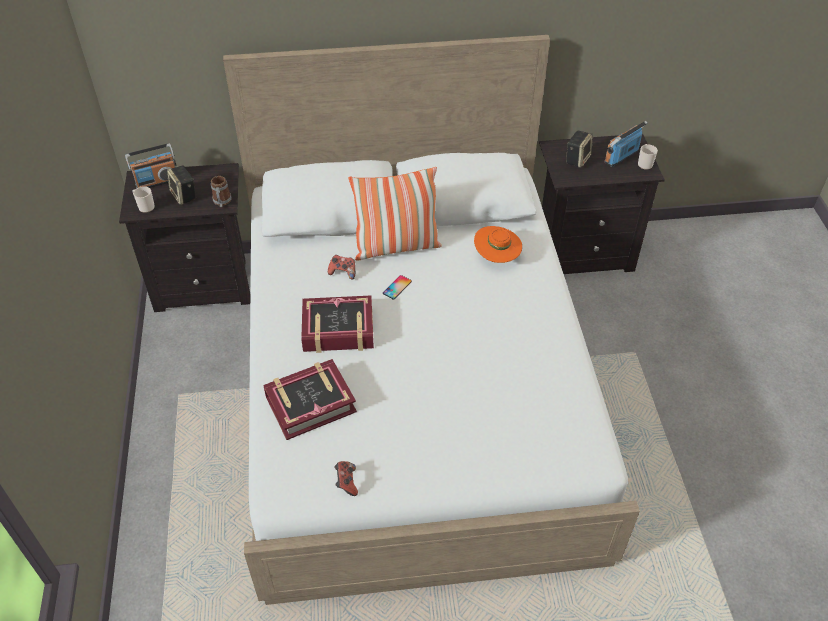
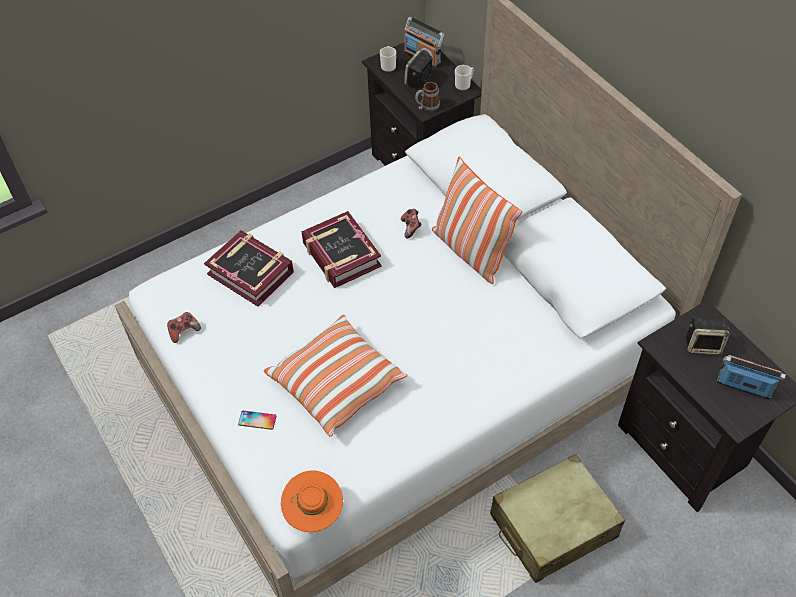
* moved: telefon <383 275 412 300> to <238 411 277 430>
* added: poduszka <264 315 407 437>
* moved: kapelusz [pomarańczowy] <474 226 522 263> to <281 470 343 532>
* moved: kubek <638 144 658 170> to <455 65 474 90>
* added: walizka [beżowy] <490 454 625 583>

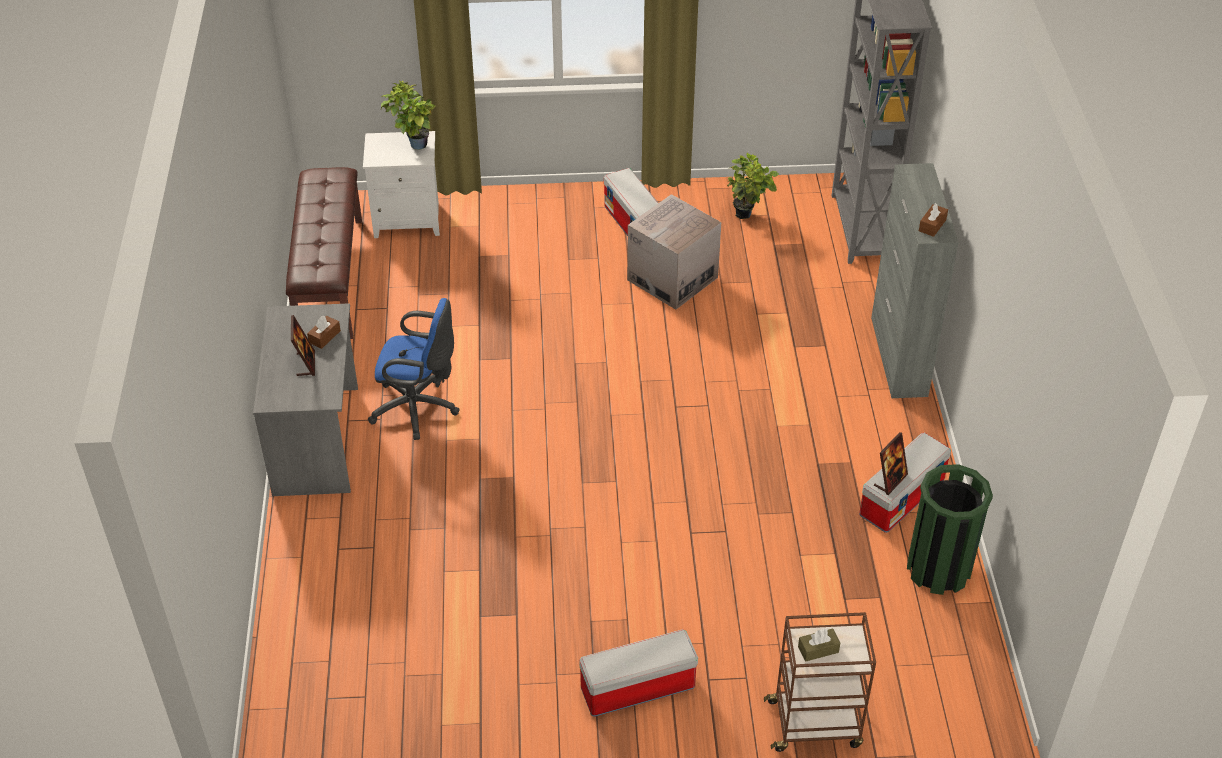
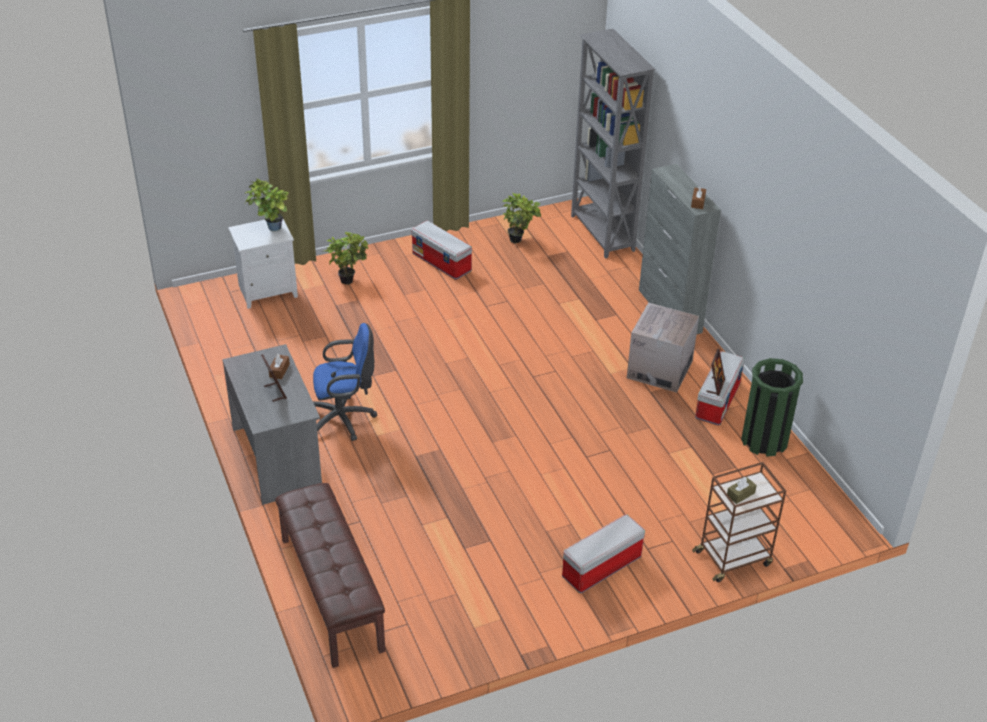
* moved: ławka [brązowy] <286 167 362 339> to <275 483 385 668>
* added: roślina doniczkowa <322 232 368 285>
* moved: karton <627 194 721 310> to <627 302 699 392>

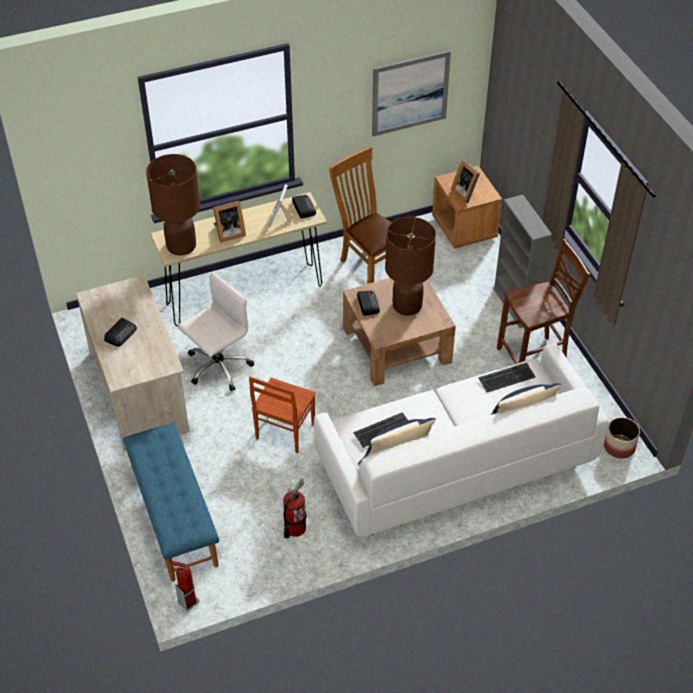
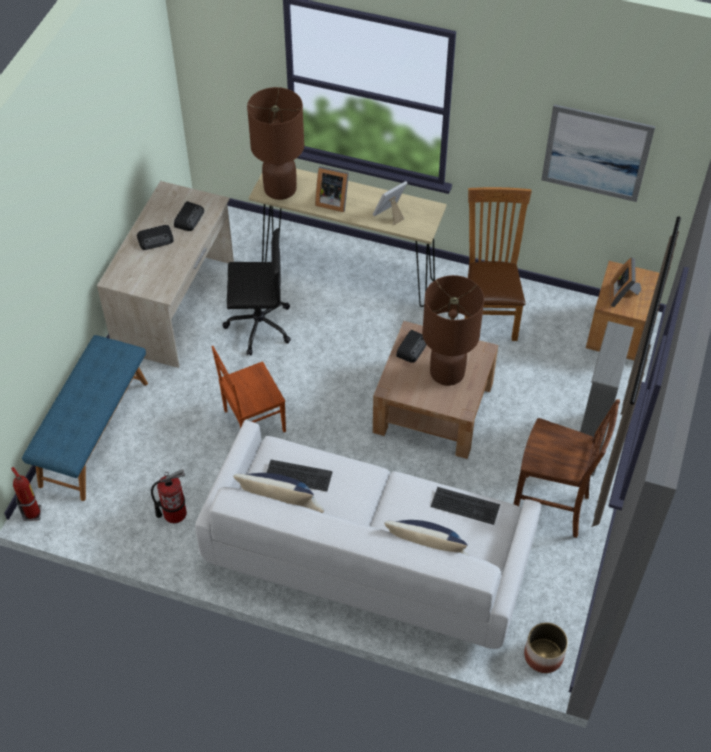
* moved: radio <292 195 316 219> to <174 201 204 231>
* recoloured: krzesło biurowe [biały] <178 271 254 391> to krzesło biurowe [czarny] <223 228 291 355>

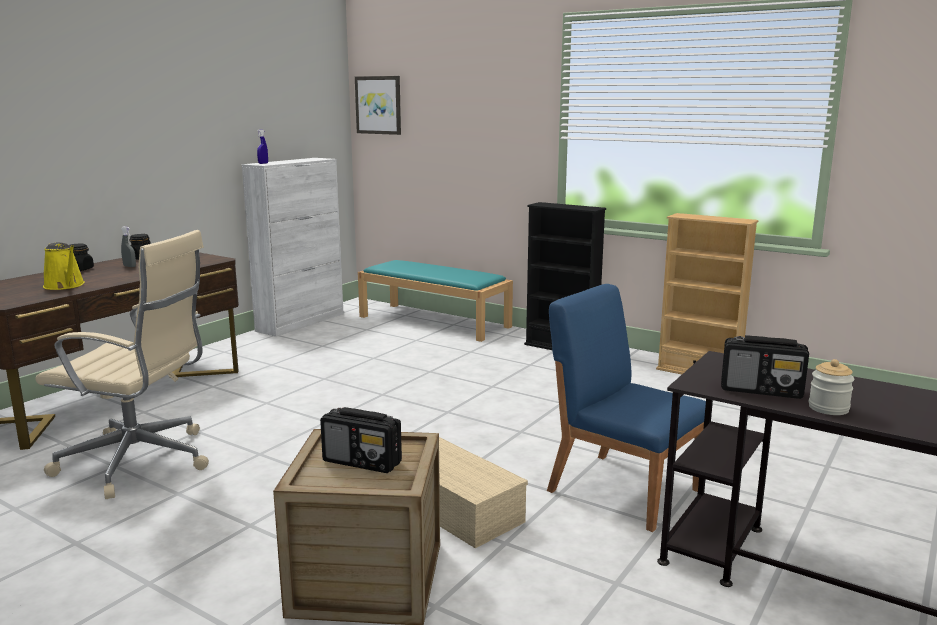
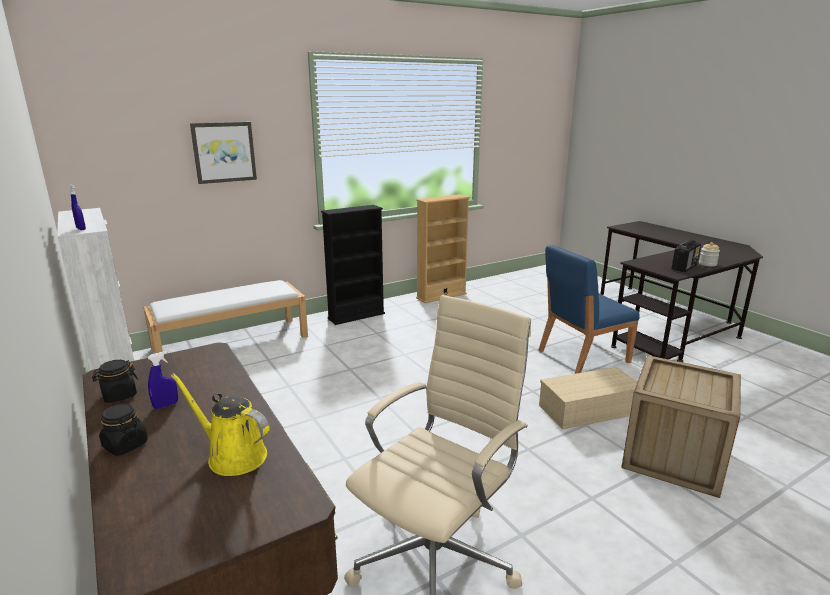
* recoloured: ławka [turkusowy] <358 260 513 342> to ławka [biały] <144 280 308 353>
* recoloured: spryskiwacz [szary] <121 227 136 267> to spryskiwacz [niebieski] <148 351 178 409>
* turned: konewka [żółty] <43 242 84 290> = <171 373 270 476> 135 degrees counterclockwise
* moved: obraz <355 76 401 135> to <190 122 257 184>
* removed: radio <320 407 402 473>

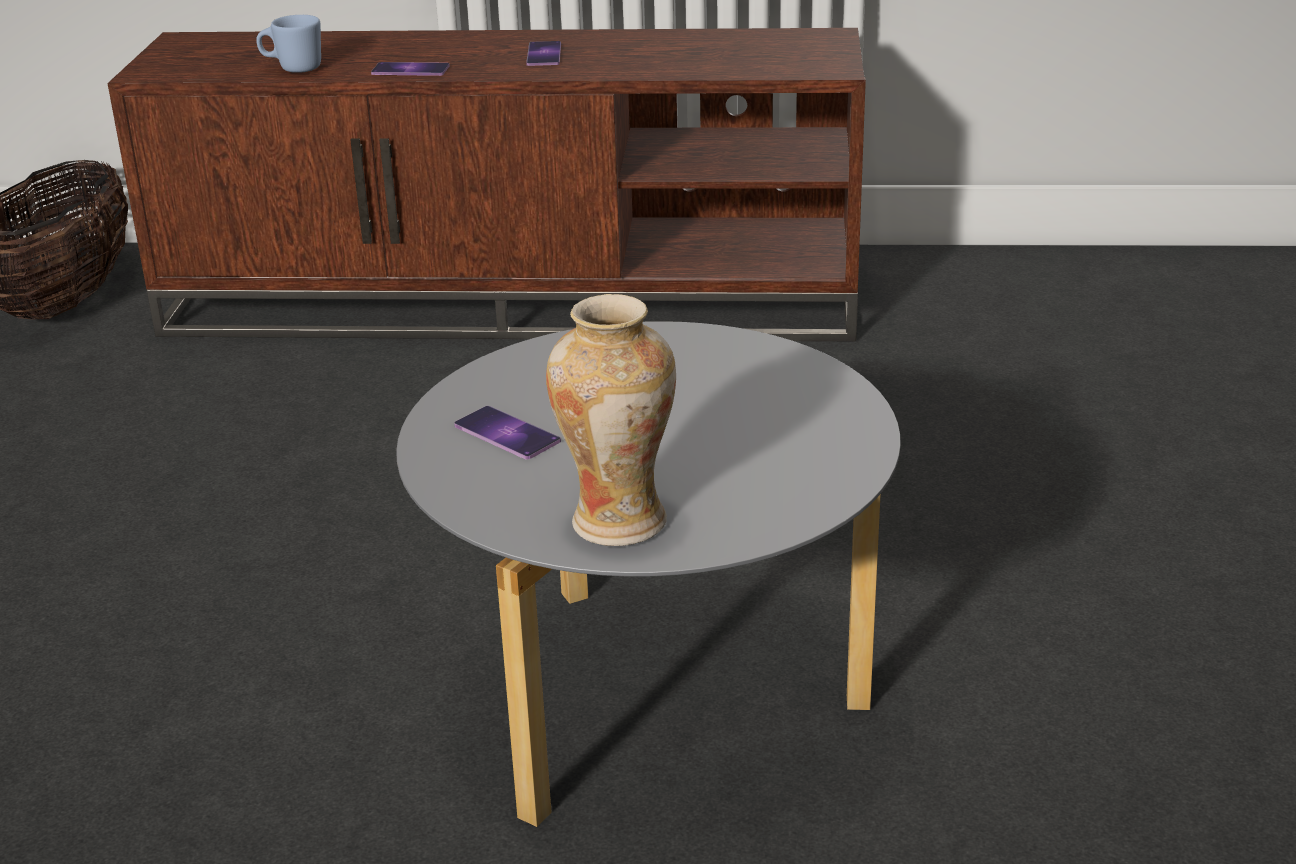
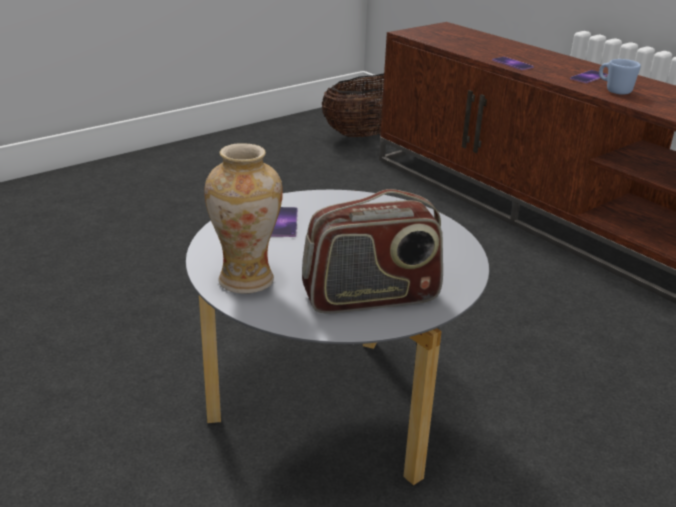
* added: radio <302 189 443 314>
* moved: kubek [niebieski] <256 15 321 73> to <599 59 641 95>

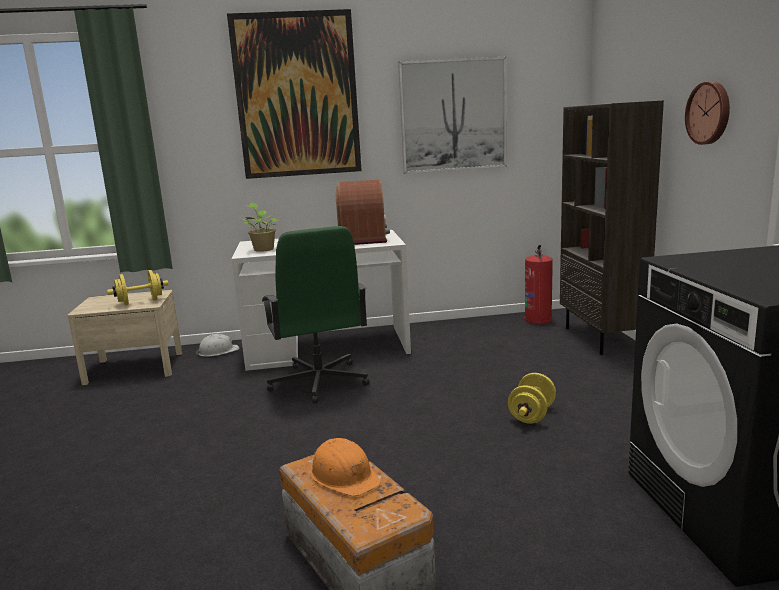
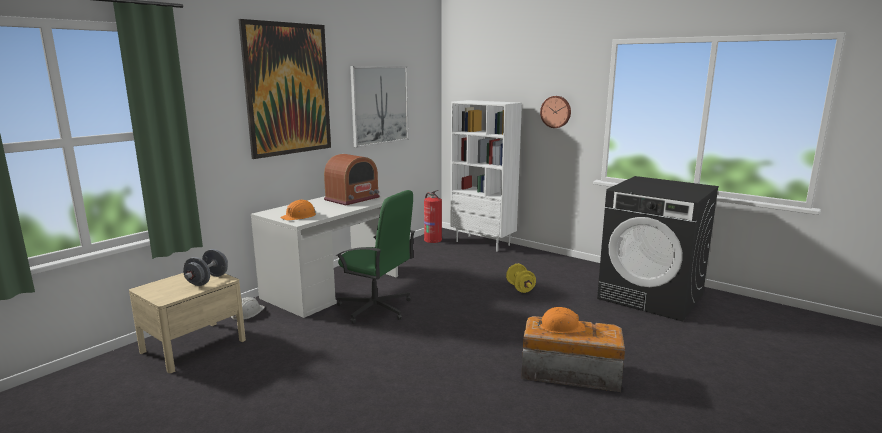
* recoloured: hantel [żółty] <107 270 169 305> to hantel [szary] <183 249 228 286>
* replaced: roślina doniczkowa <242 202 278 252> to kask [pomarańczowy] <280 199 316 220>
* turned: radio <335 180 390 245> = <324 154 380 205> 90 degrees clockwise
* recoloured: regał [brązowy] <560 100 664 355> to regał [biały] <451 100 522 252>

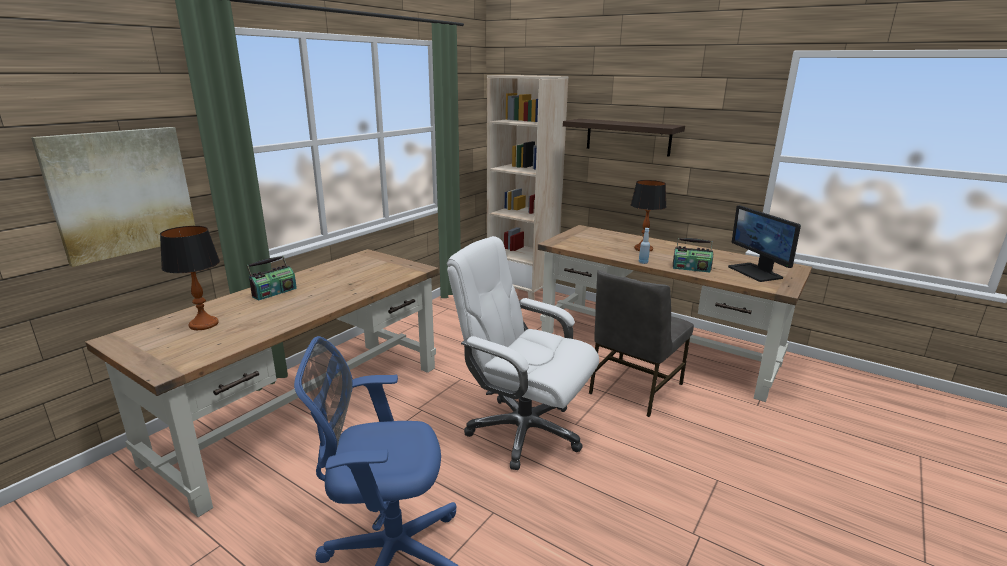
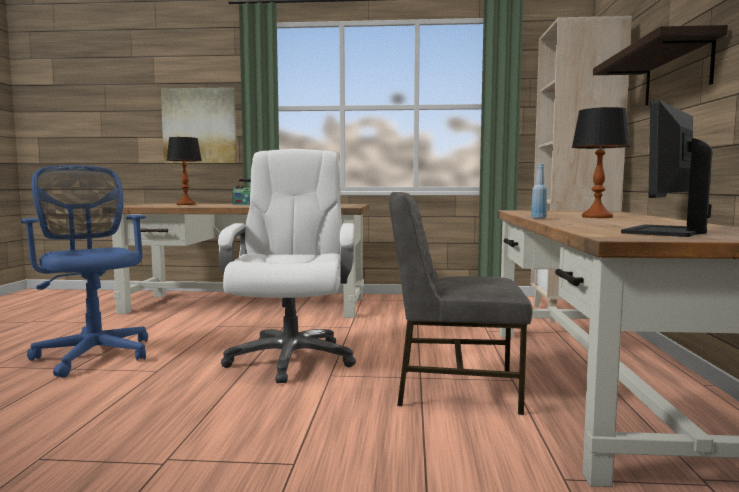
* removed: radio <673 238 713 272>

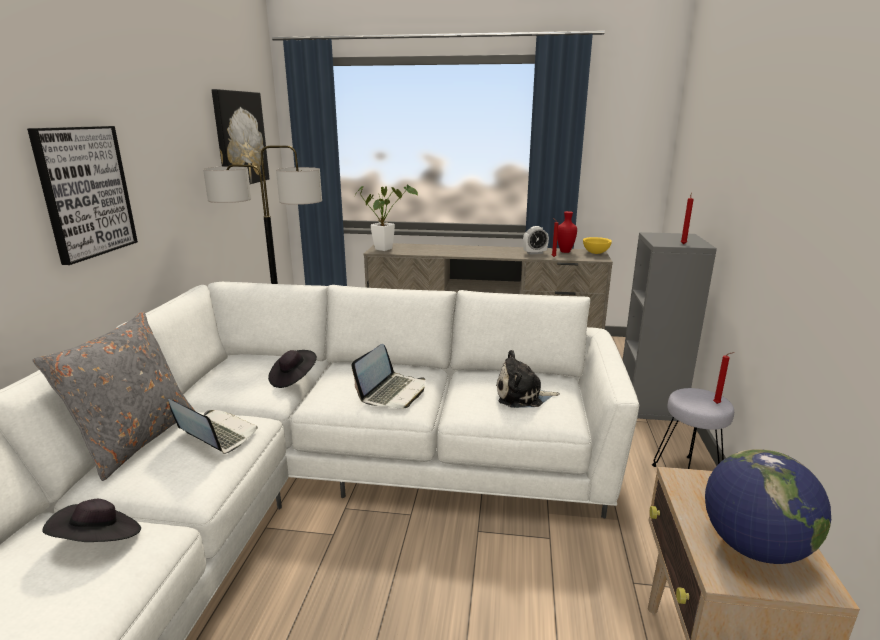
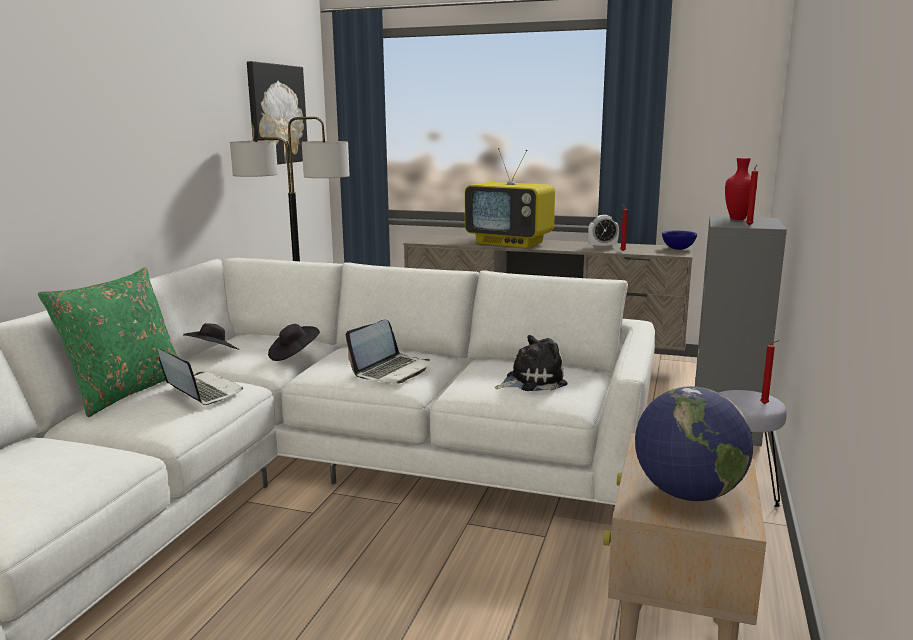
* recoloured: poduszka [szary] <33 311 195 481> to poduszka [zielony] <38 267 179 417>
* moved: kapelusz [czarny] <42 499 141 542> to <183 323 239 350>
* added: telewizor <465 148 555 248>
* turned: pluszak <496 350 560 408> = <495 335 567 391> 150 degrees clockwise
* recoloured: miska [żółty] <583 237 612 254> to miska [niebieski] <662 230 697 250>
* moved: wazon [czerwony] <557 211 577 253> to <725 158 757 220>
* removed: obraz <27 126 138 265>
* removed: roślina doniczkowa <355 184 418 251>

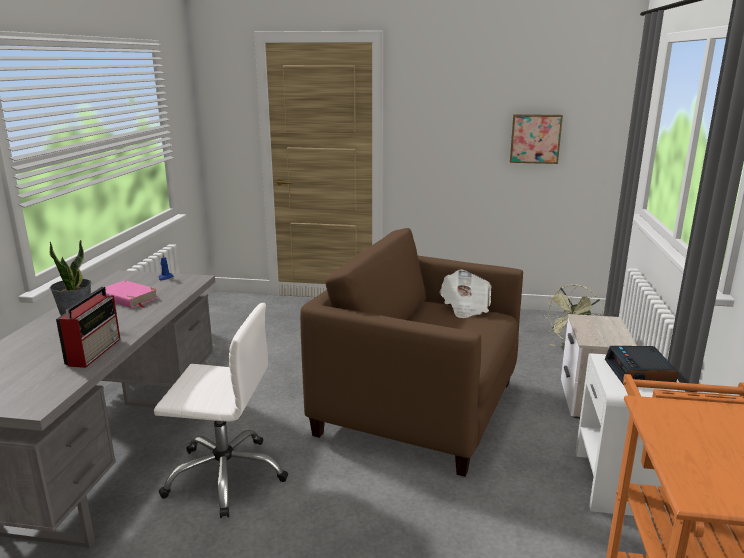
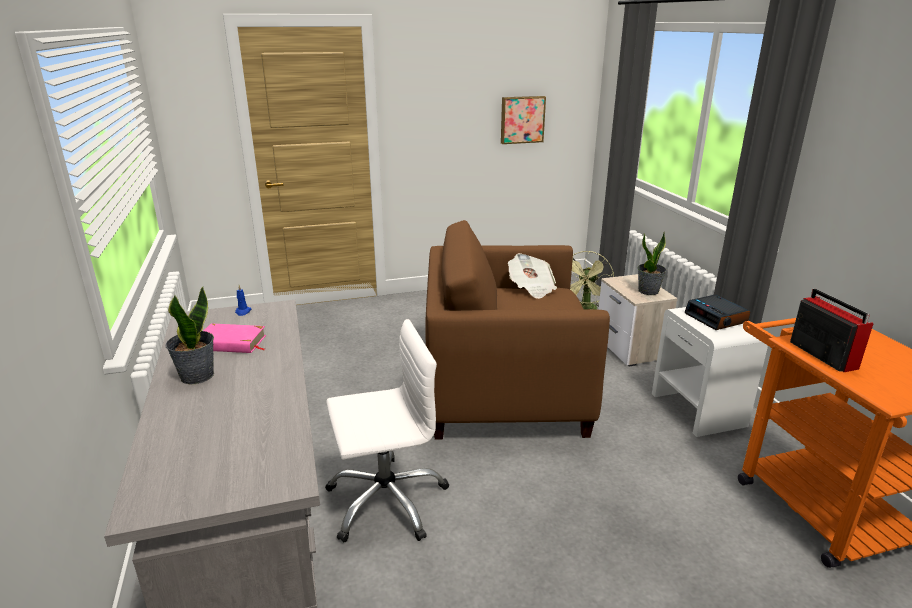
* added: roślina doniczkowa <638 231 666 295>
* moved: radio <56 287 120 368> to <790 289 874 372>

